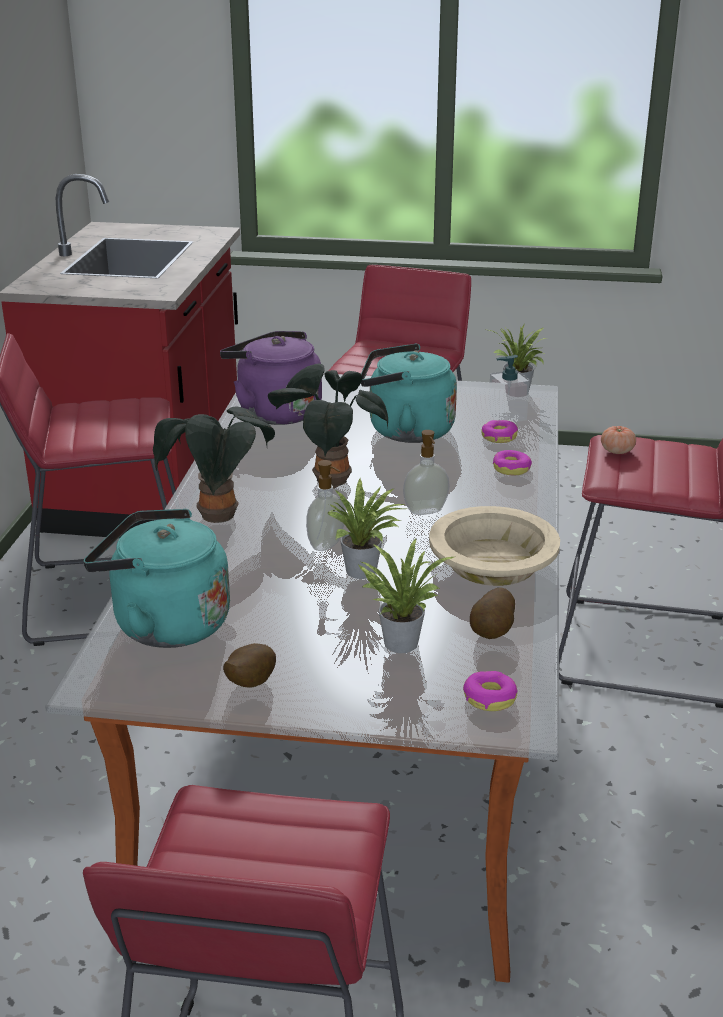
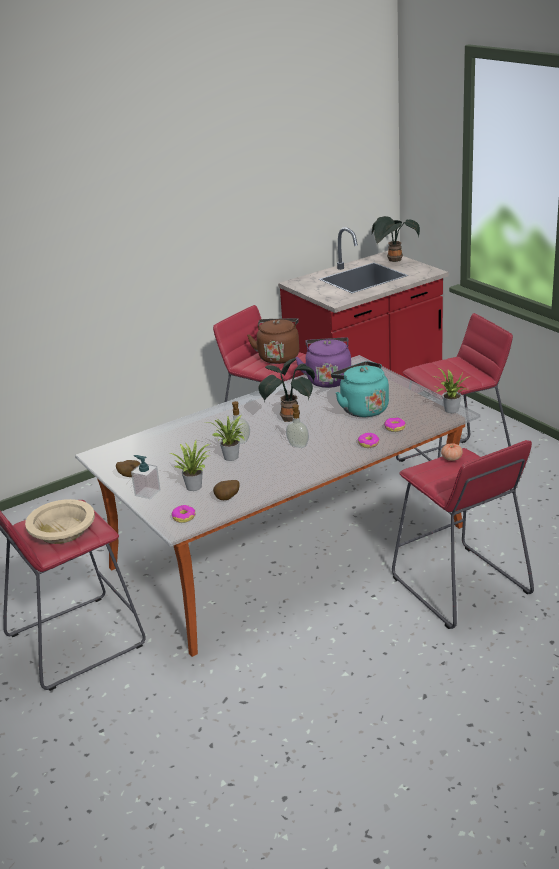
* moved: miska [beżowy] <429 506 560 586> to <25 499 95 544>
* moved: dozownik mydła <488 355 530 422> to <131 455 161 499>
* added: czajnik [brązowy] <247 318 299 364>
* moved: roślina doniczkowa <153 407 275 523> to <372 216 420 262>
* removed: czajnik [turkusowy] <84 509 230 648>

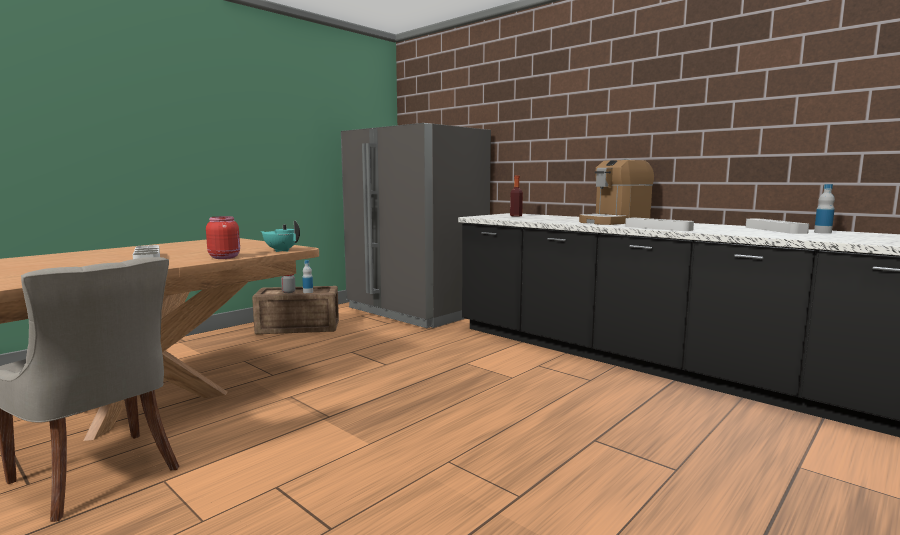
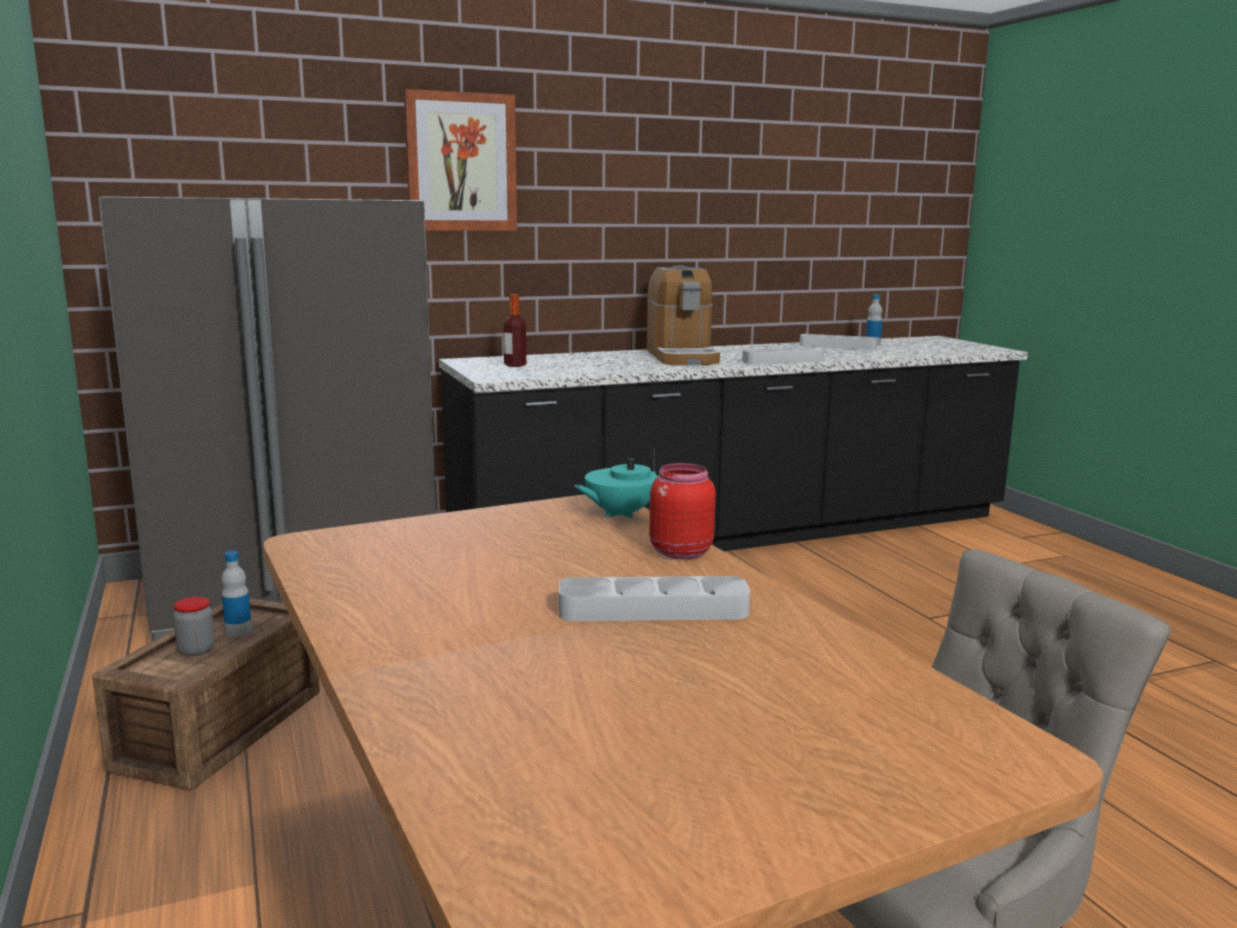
* added: obraz <404 89 517 231>

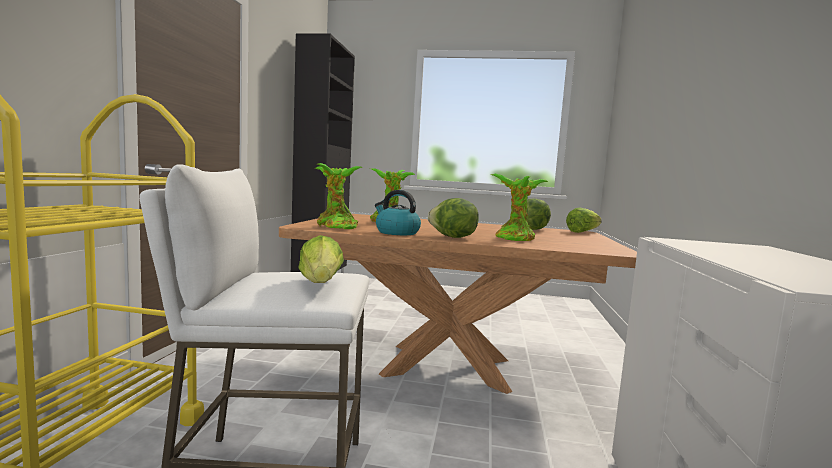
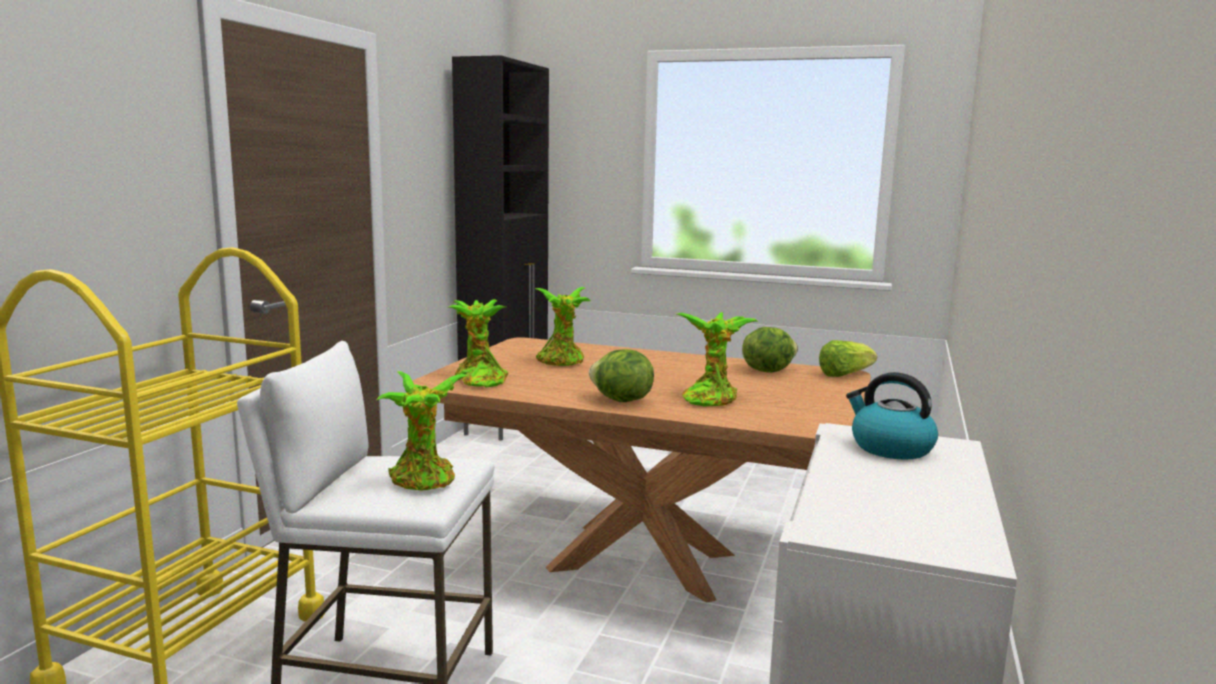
* replaced: sałata <298 235 344 283> to roślina doniczkowa <376 371 469 491>
* moved: czajnik <375 190 421 235> to <846 372 938 460>

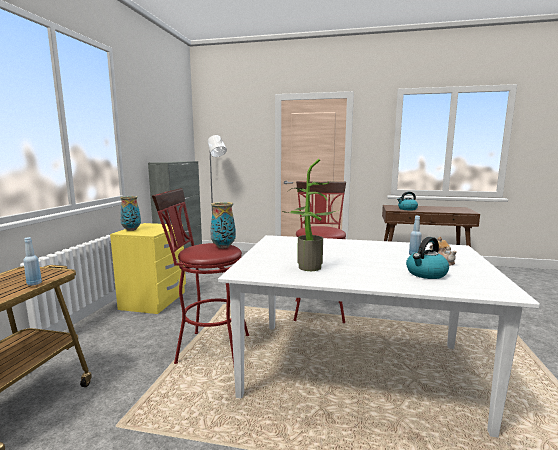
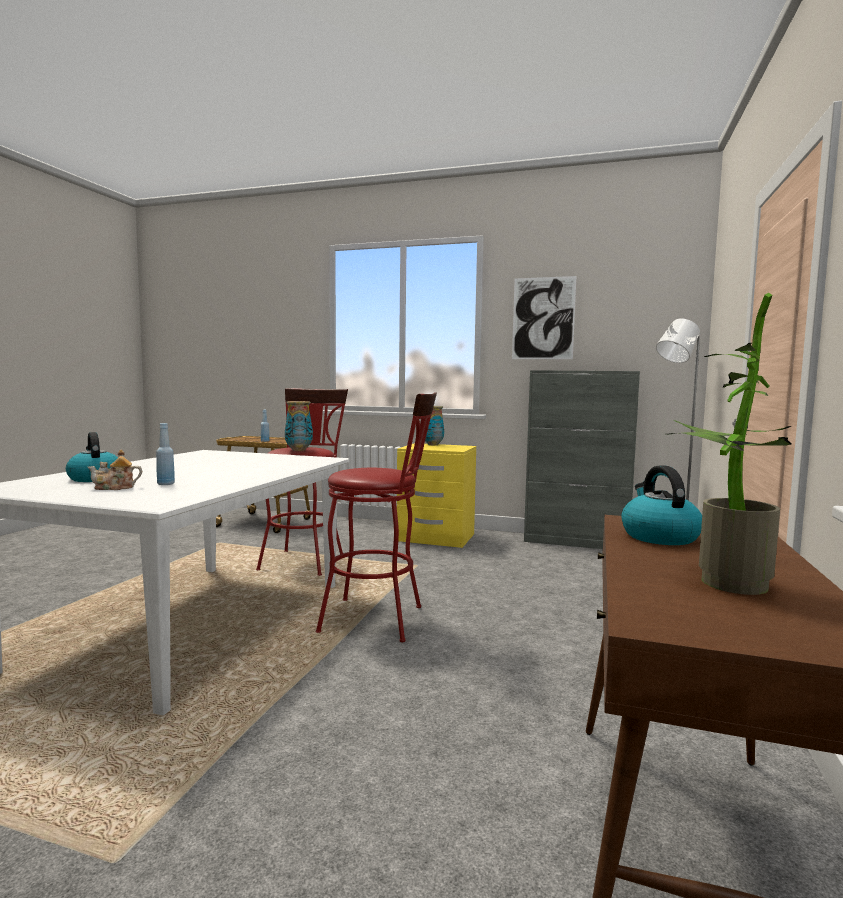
* added: obraz <512 276 577 359>
* moved: roślina doniczkowa <283 159 339 271> to <670 293 792 595>

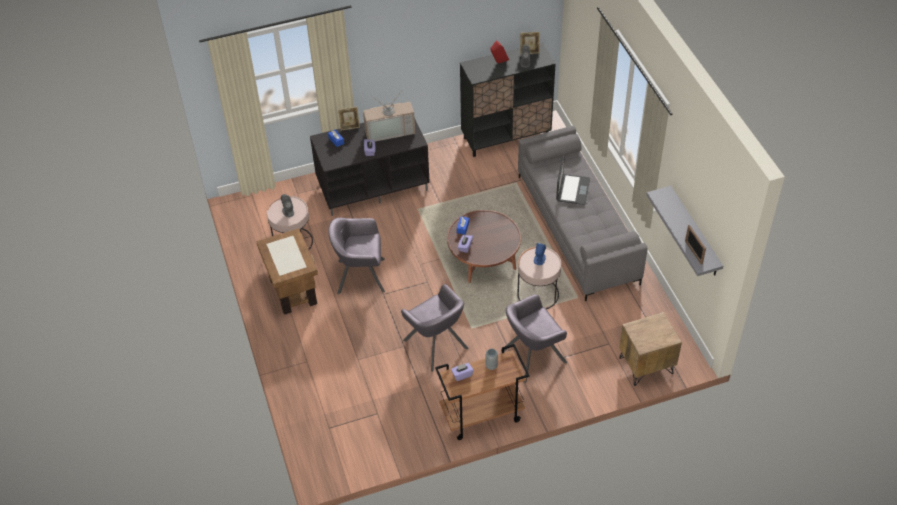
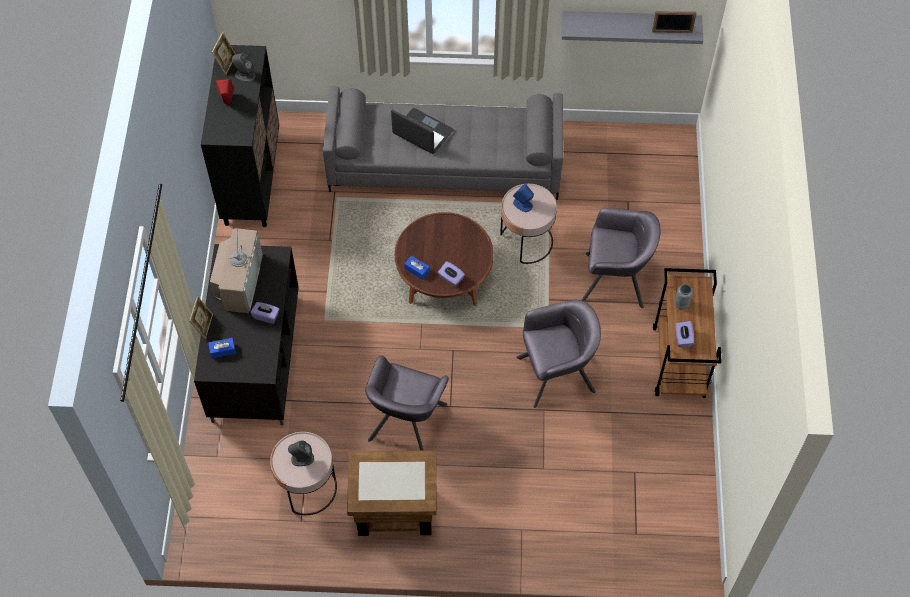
* turned: fotel [szary] <501 294 567 383> = <581 208 661 308> 75 degrees counterclockwise
* removed: szafka nocna [brązowy] <619 312 682 386>

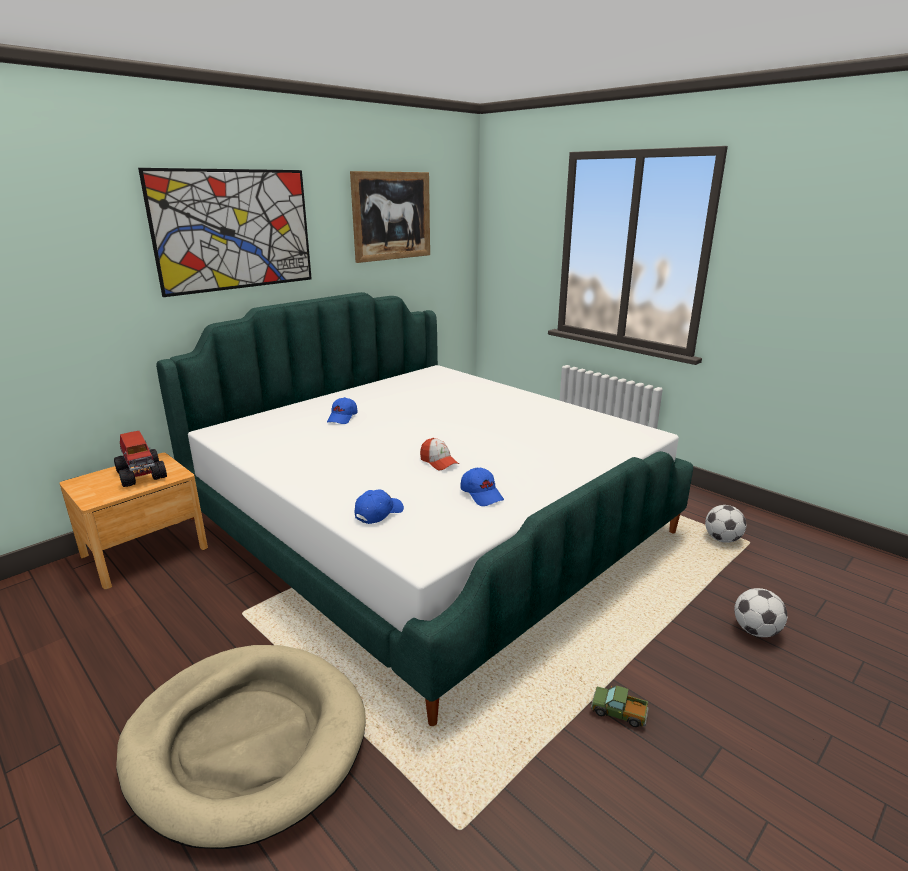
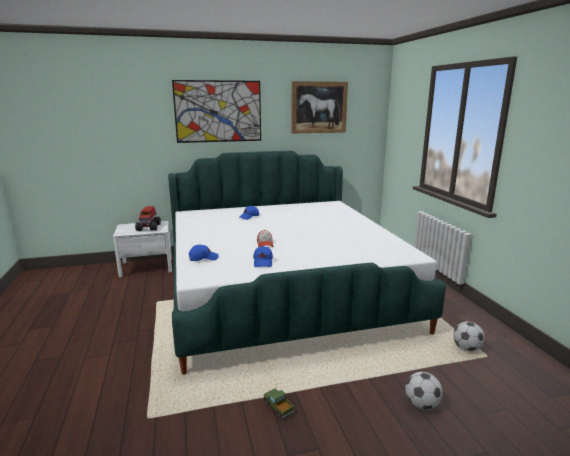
* recoloured: szafka nocna [brązowy] <59 453 208 589> to szafka nocna [biały] <113 221 172 278>
* removed: legowisko [beżowy] <116 645 366 849>

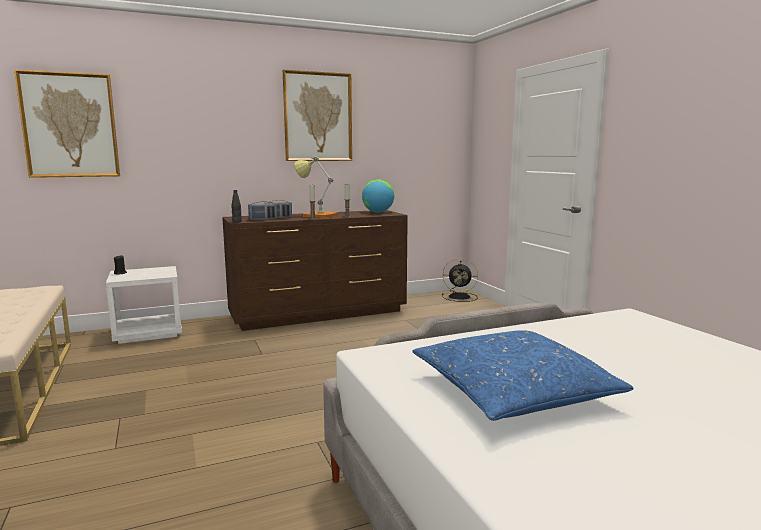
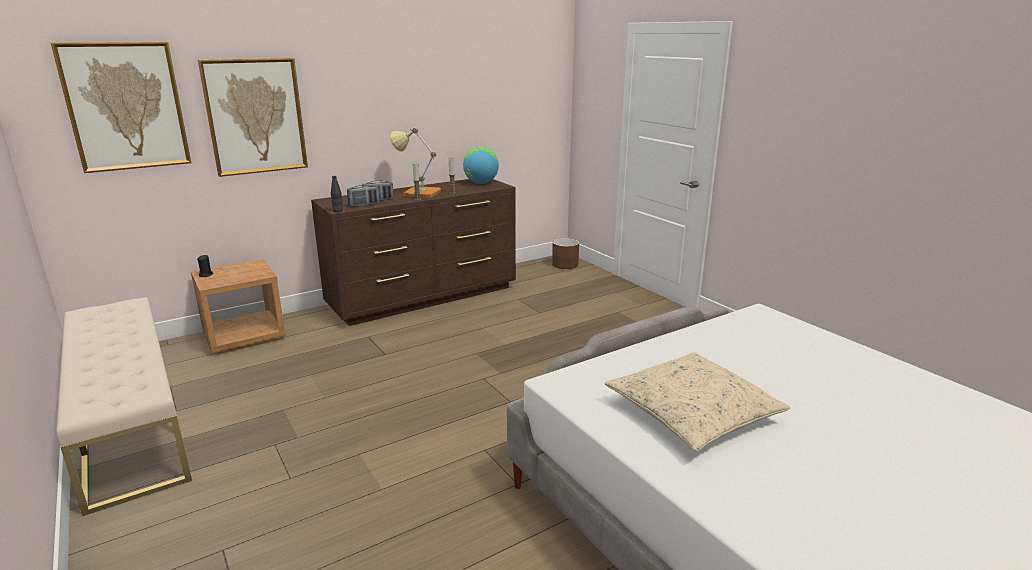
* recoloured: szafka nocna [biały] <106 266 182 344> to szafka nocna [brązowy] <191 259 286 354>
* moved: obraz <283 70 352 161> to <198 58 308 177>
* replaced: wentylator [czarny] <442 258 478 302> to donica [brązowy] <552 238 579 269>
* recoloured: poduszka [niebieski] <413 330 633 421> to poduszka [beżowy] <605 352 790 451>

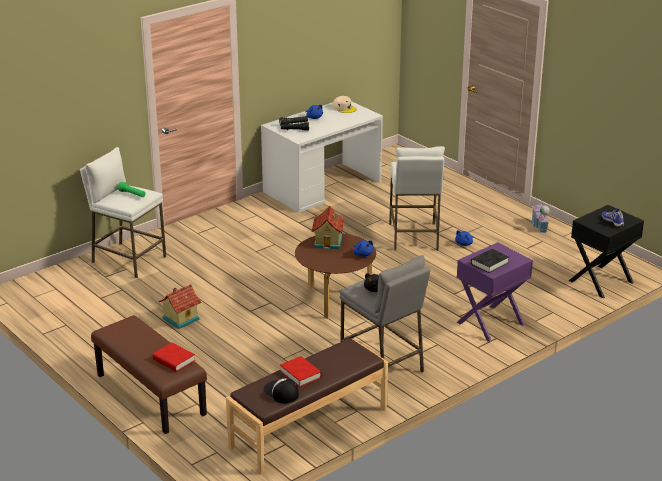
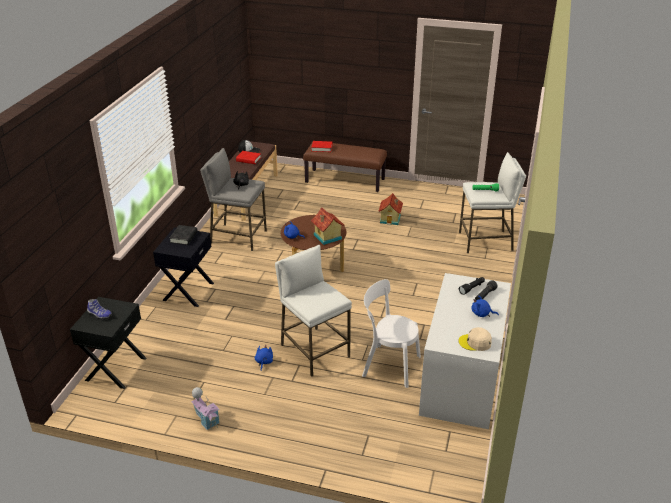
* recoloured: szafka nocna [fioletowy] <456 242 533 342> to szafka nocna [czarny] <153 227 214 307>
* added: krzesło [biały] <362 279 421 388>

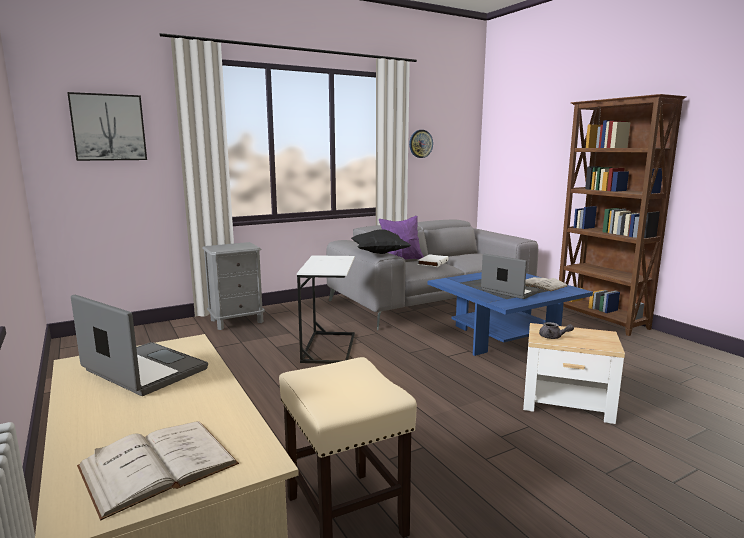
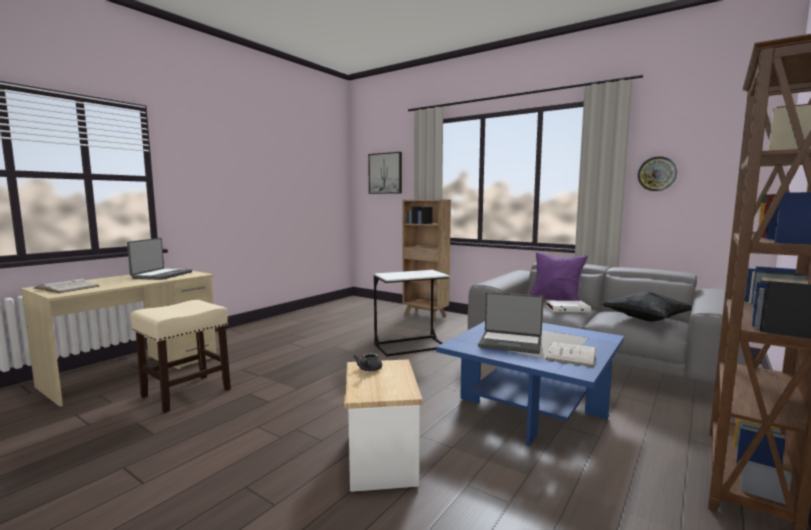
* replaced: szafka nocna [szary] <202 242 265 330> to regał [brązowy] <402 200 451 321>
* turned: laptop <481 254 541 299> = <478 292 543 354> 90 degrees clockwise
* moved: poduszka [czarny] <351 230 411 254> to <603 292 692 322>

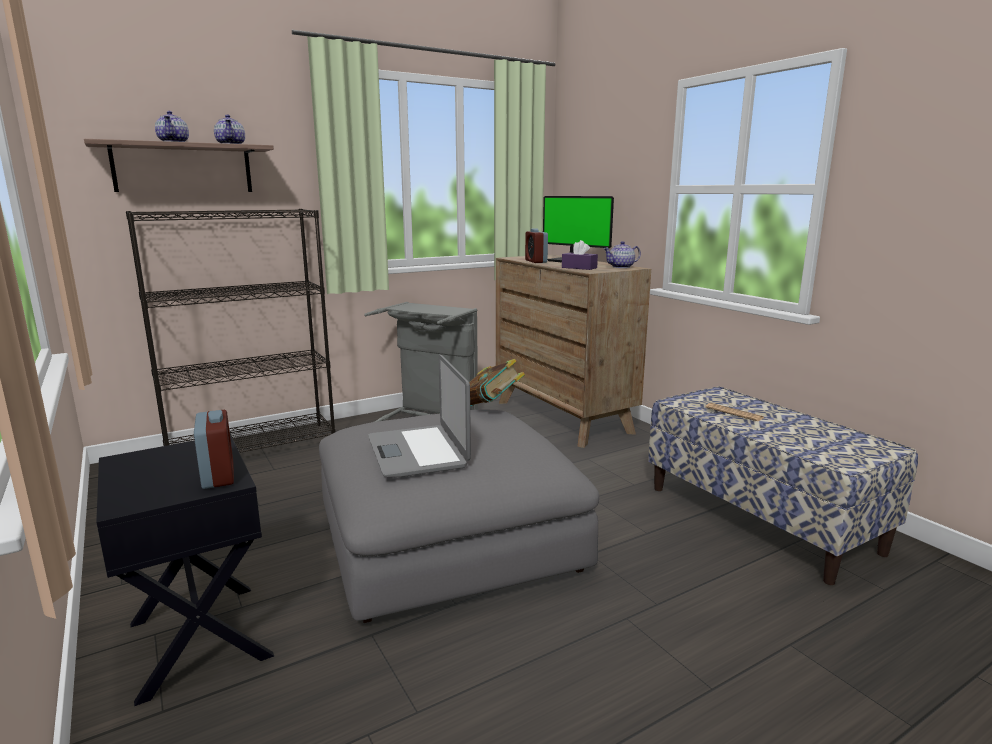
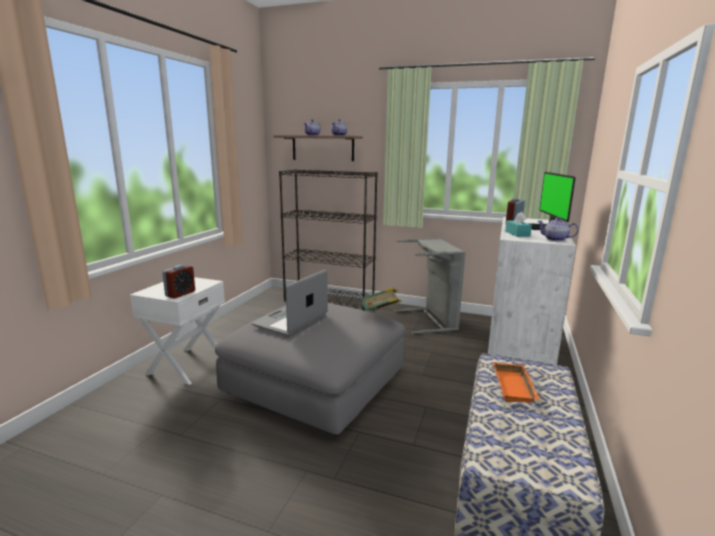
* recoloured: szafka nocna [czarny] <96 435 274 706> to szafka nocna [biały] <130 277 225 385>
* recoloured: komoda [brązowy] <496 254 651 448> to komoda [biały] <488 217 576 365>
* replaced: gazeta <705 403 764 421> to taca [pomarańczowy] <493 362 540 403>
* recoloured: pudełko chusteczek [fioletowy] <562 240 598 270> to pudełko chusteczek [turkusowy] <505 212 532 237>

